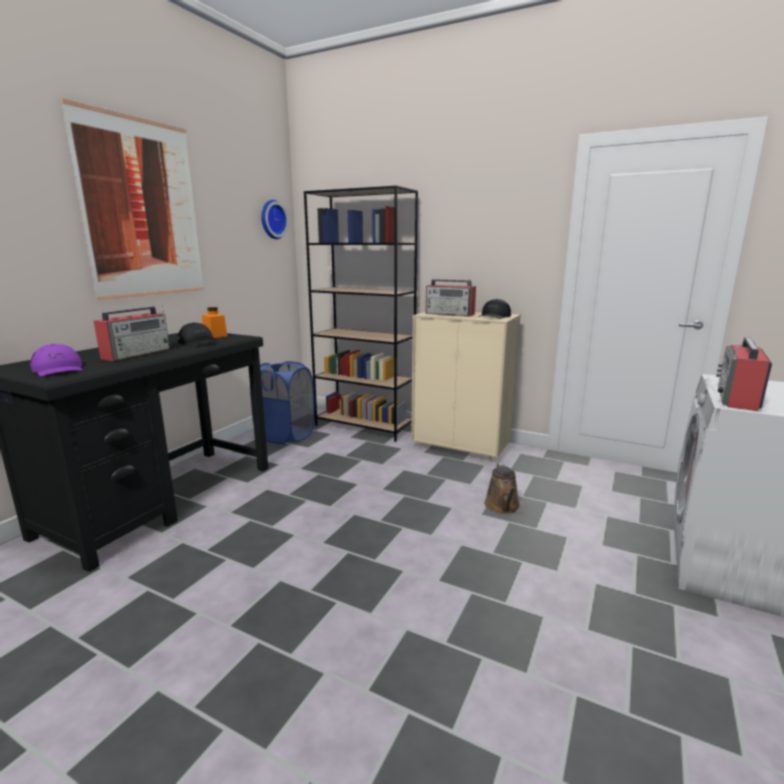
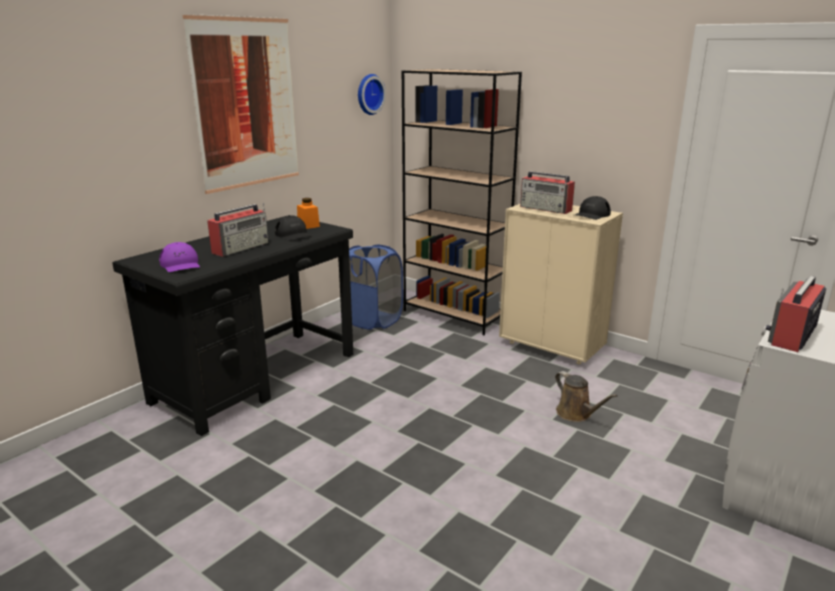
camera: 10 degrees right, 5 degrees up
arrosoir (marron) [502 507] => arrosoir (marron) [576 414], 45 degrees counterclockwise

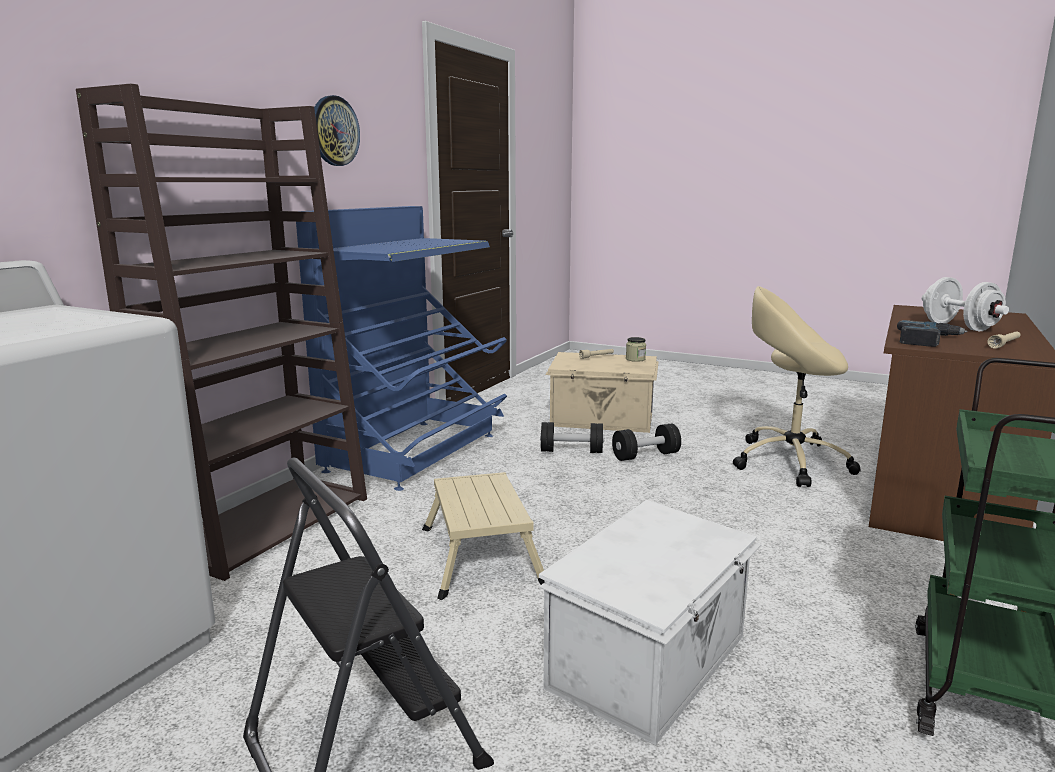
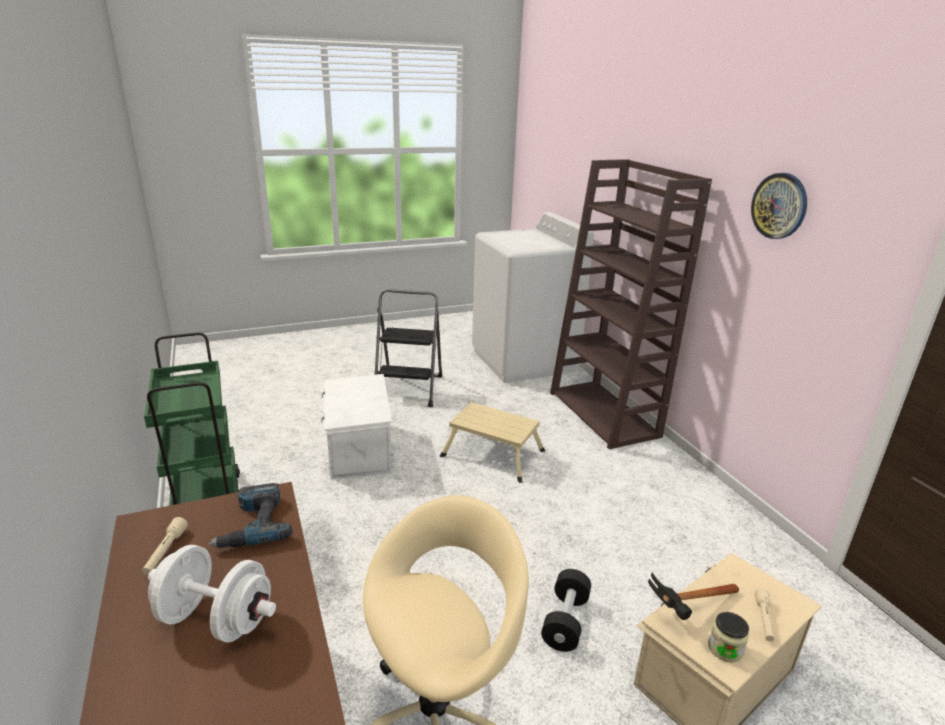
camera: 130 degrees right, 10 degrees up
étagère à chaussures (bleu) [418 453] => nothing
haltère (noir) [571 451] => nothing
nothing => marteau [687 610]

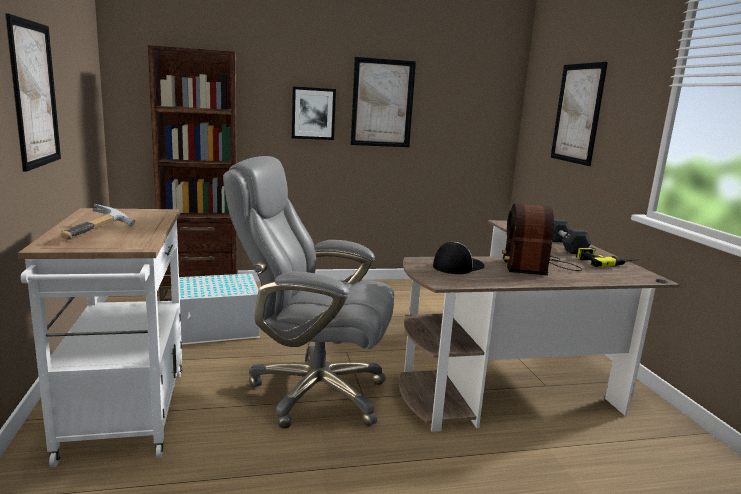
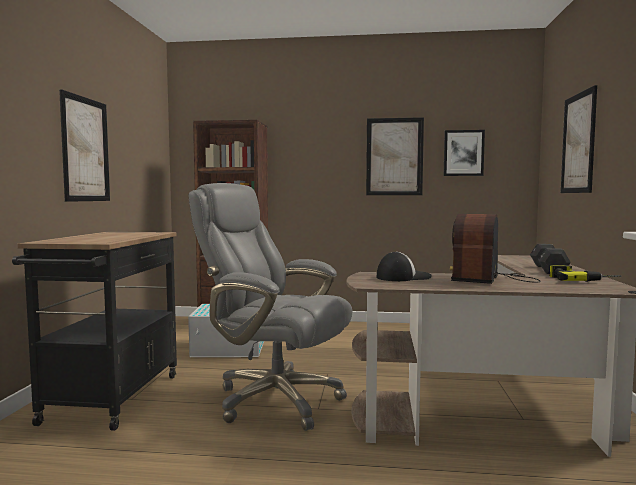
camera: 20 degrees right, 10 degrees down
tableau [313 113] => tableau [463 153], shifted
marteau [100 232] => nothing
chariot (blanc) [124 417] => chariot (noir) [110 400]

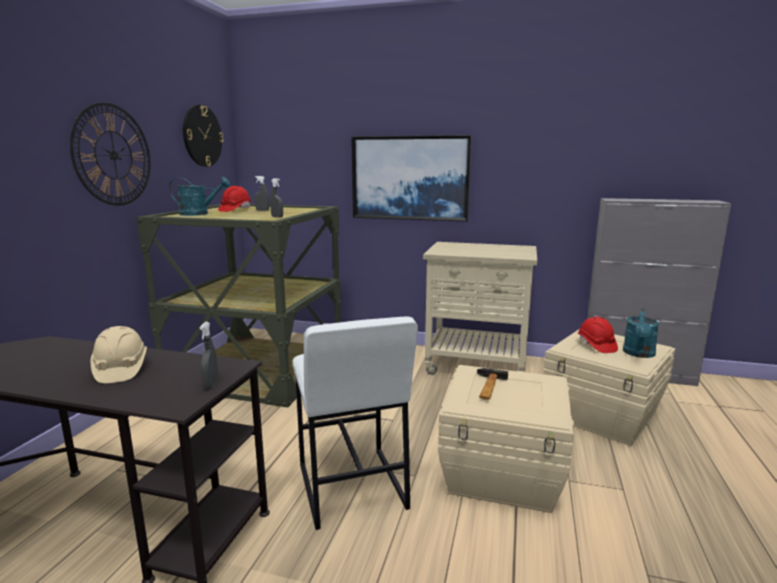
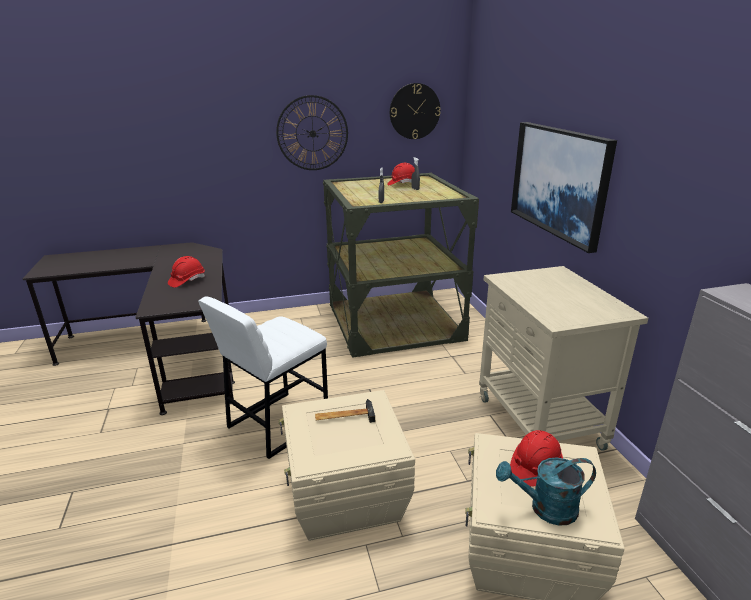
camera: 60 degrees right, 10 degrees up
arrosoir (turquoise) [199 214] => nothing
vaporisateur (gris) [211 385] => nothing
casque de chantier (beige) [120 369] => casque de chantier (rouge) [187 281]

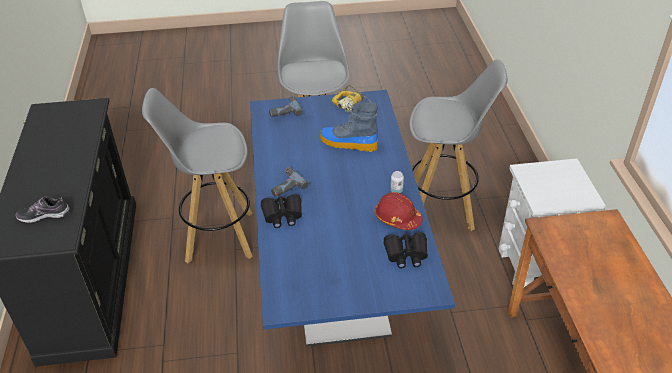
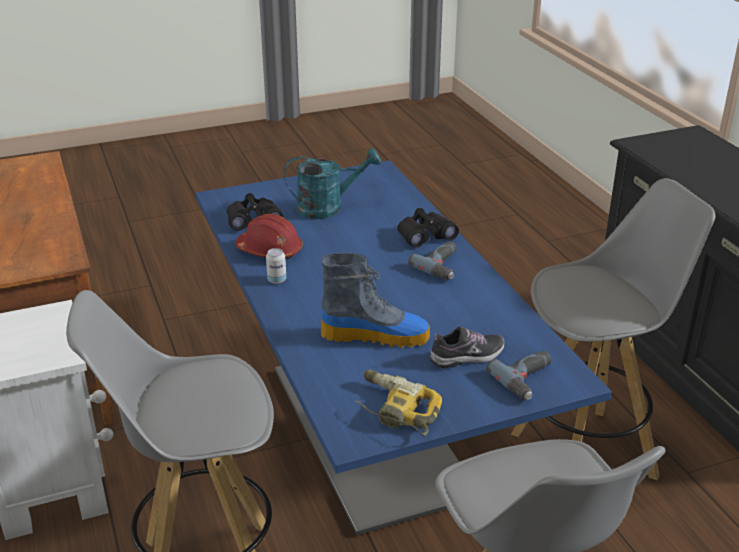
camera: 165 degrees right, 10 degrees down
chaussure [44 215] => chaussure [467 356], shifted
nothing => arrosoir (turquoise) [328 207]

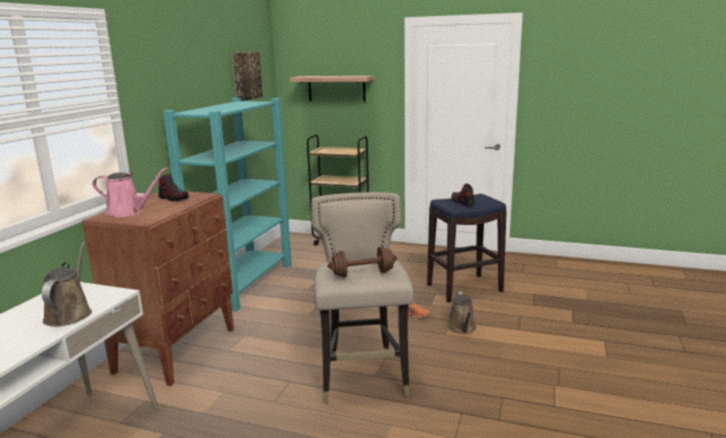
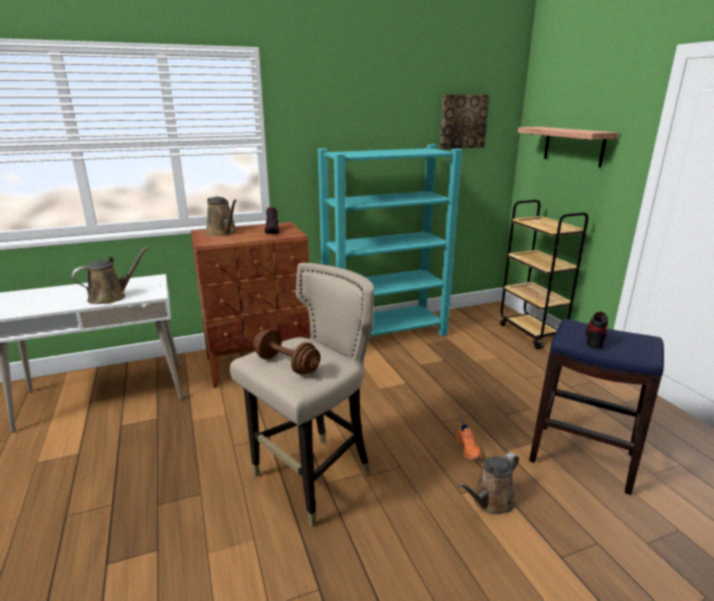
camera: 50 degrees right, 5 degrees up
arrosoir (rose) [128 212] => arrosoir (marron) [223 232]

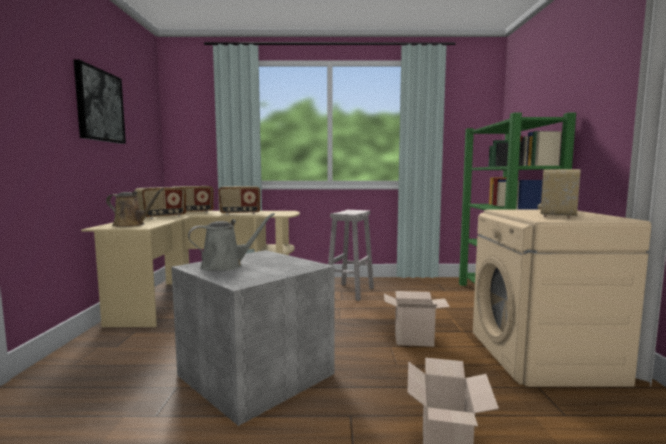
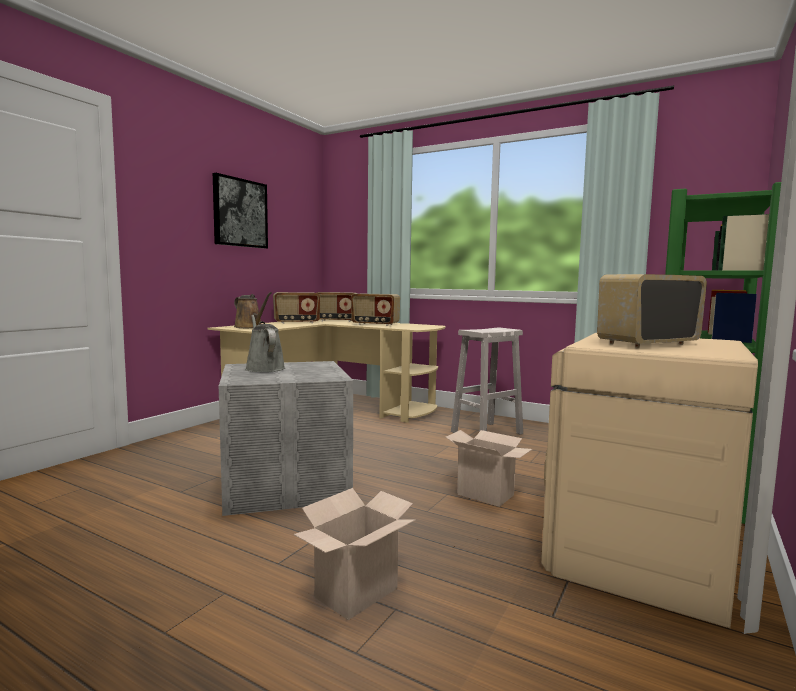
camera: 30 degrees right, 0 degrees up
arrosoir (gris) [226 265] => arrosoir (gris) [264 368], 120 degrees counterclockwise

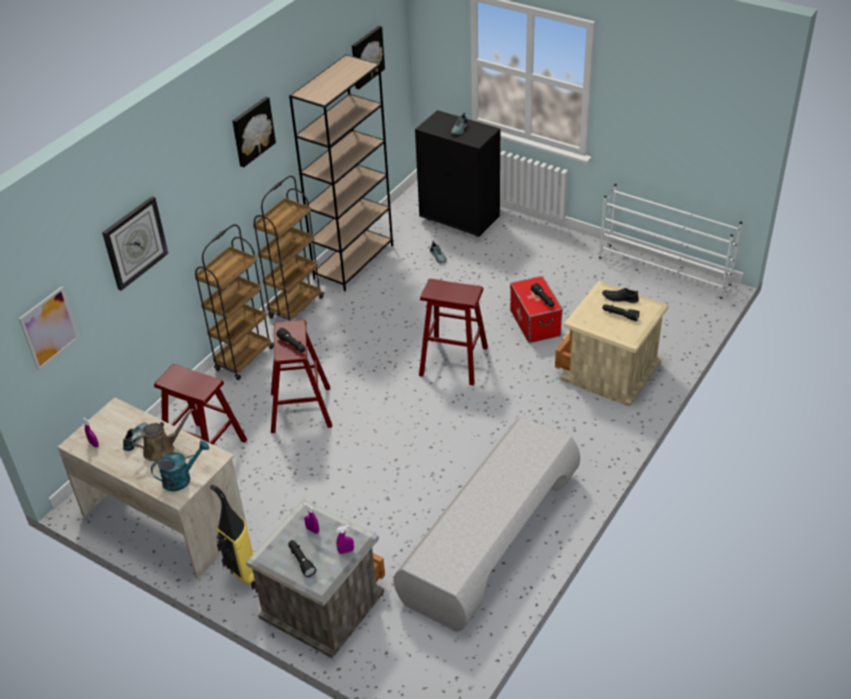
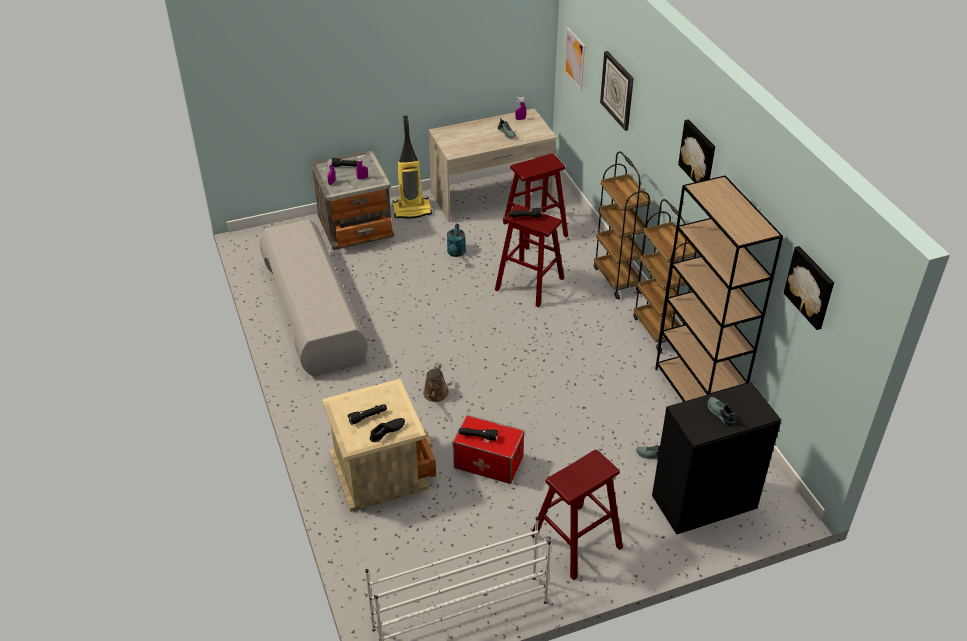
camera: 125 degrees right, 0 degrees up
tabouret (rouge) [454 361] => tabouret (rouge) [576 541], shifted
arrosoir (marron) [162 449] => arrosoir (marron) [435 395], shifted
arrosoir (turquoise) [182 478] => arrosoir (turquoise) [456 253], shifted

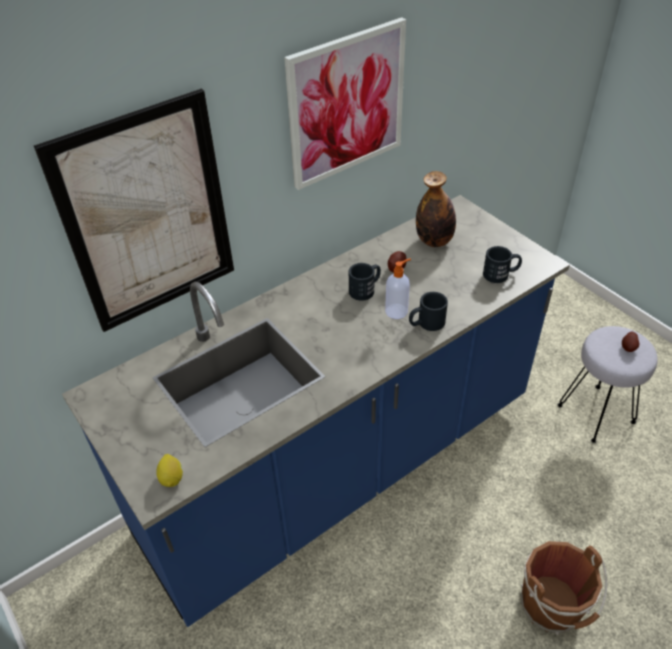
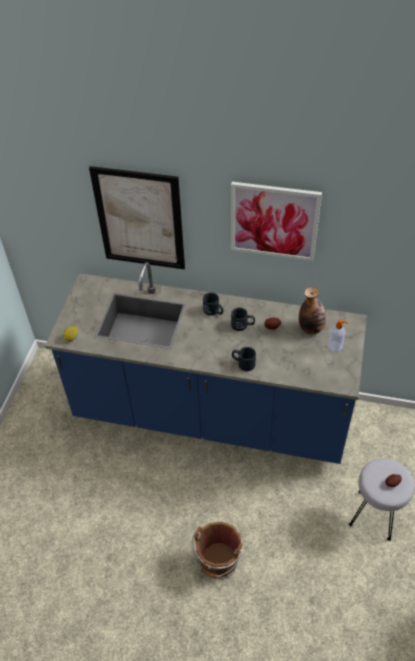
camera: 50 degrees right, 5 degrees up
mug (noir) [501 274] => mug (noir) [214 311], shifted
distributeur de savon [397 311] => distributeur de savon [335 346], shifted

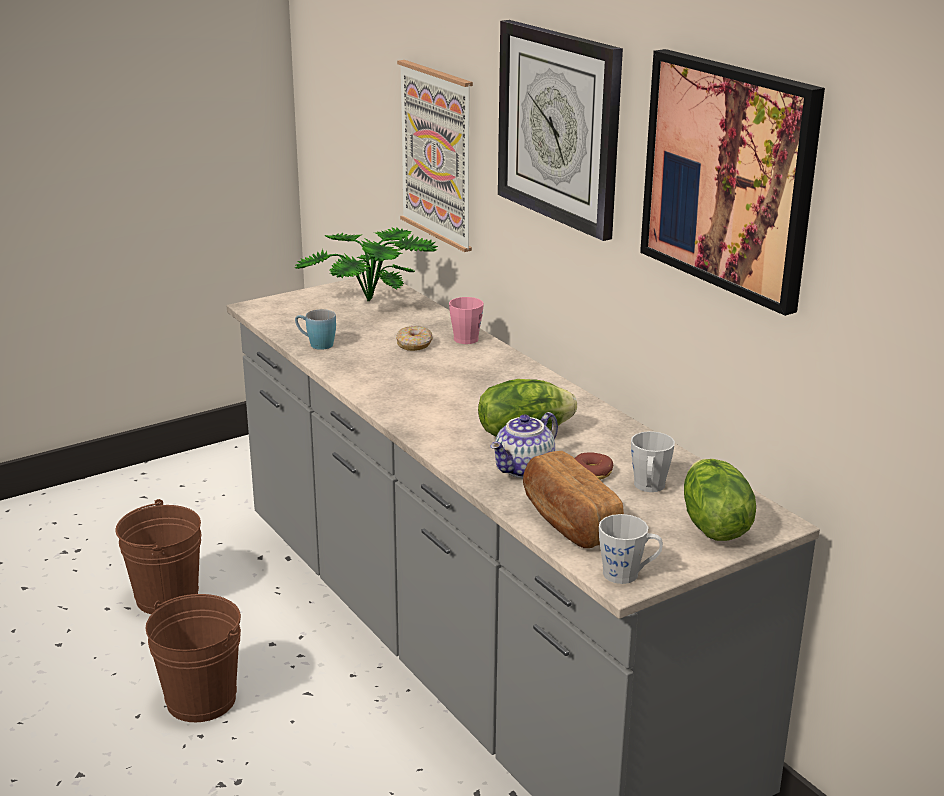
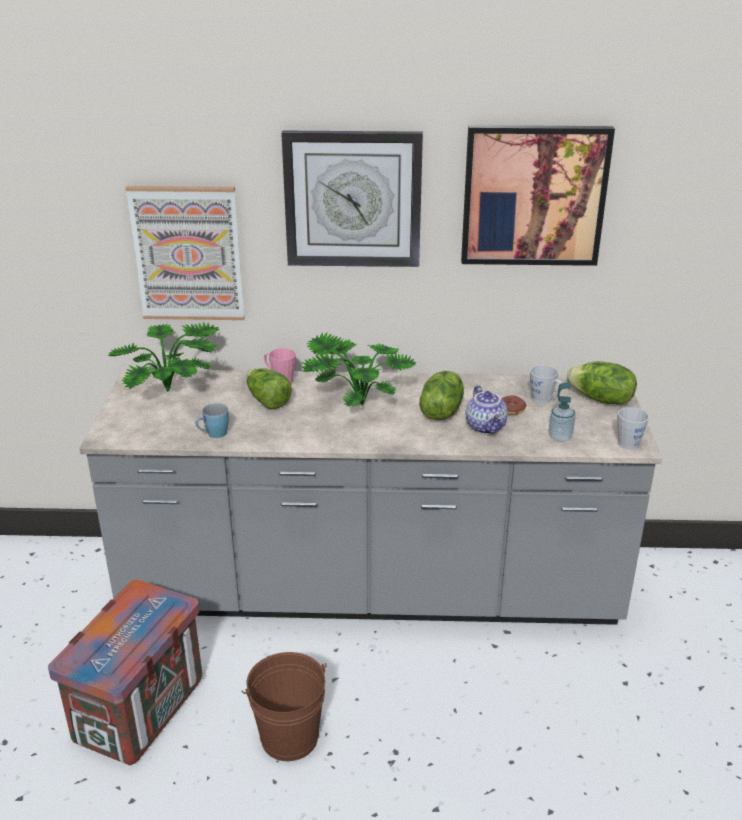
camera: 55 degrees left, 5 degrees up
beignet [414 345] => laitue [267 400]
pain [567 521] => distributeur de savon [560 437]
seau (marron) [167 597] => caisse [141 710]
nothing => plante en pot [356 402]

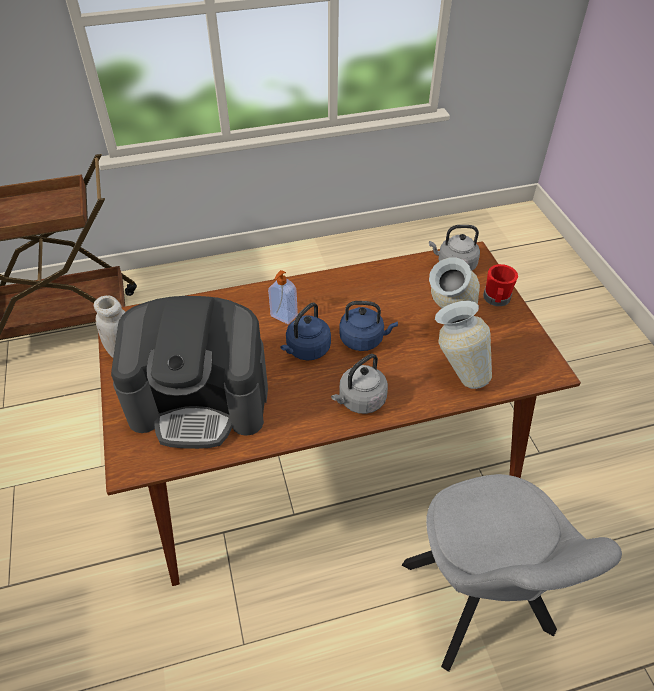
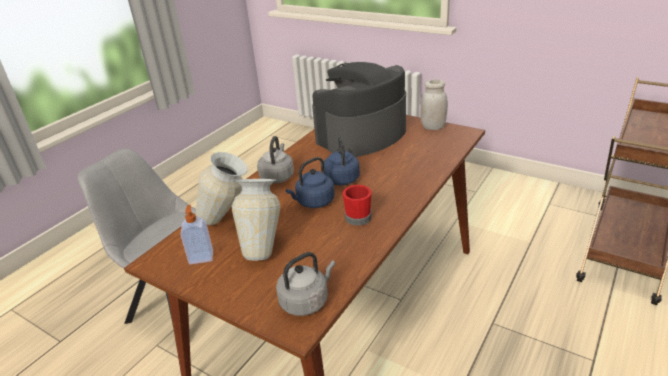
camera: 140 degrees right, 15 degrees down
mug (rouge) [496 299] => mug (rouge) [356 216], shifted
distributeur de savon [283 316] => distributeur de savon [201 257], shifted

